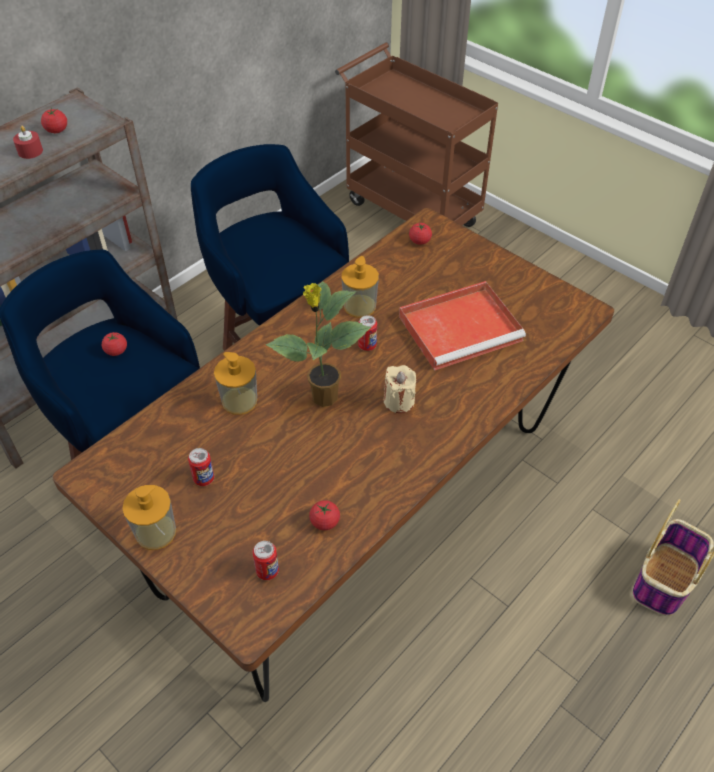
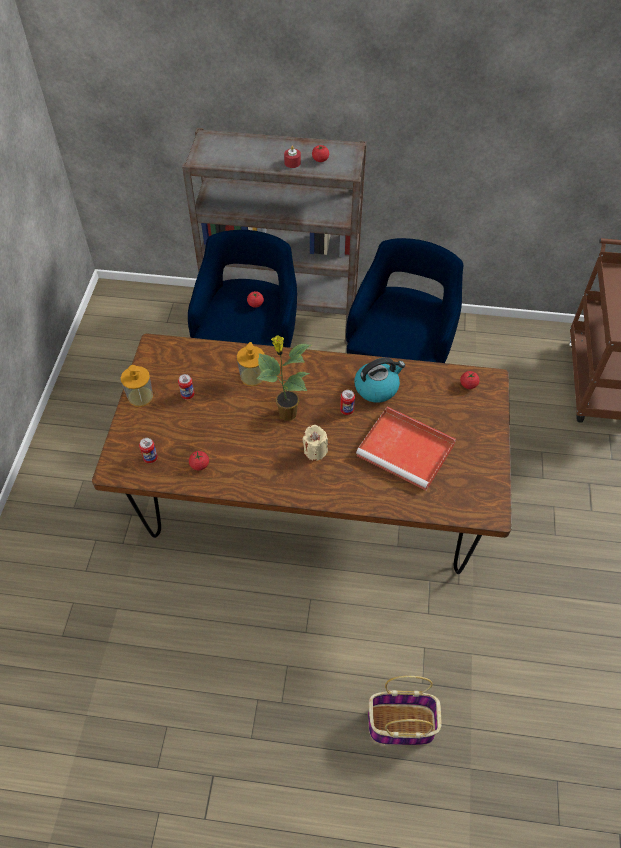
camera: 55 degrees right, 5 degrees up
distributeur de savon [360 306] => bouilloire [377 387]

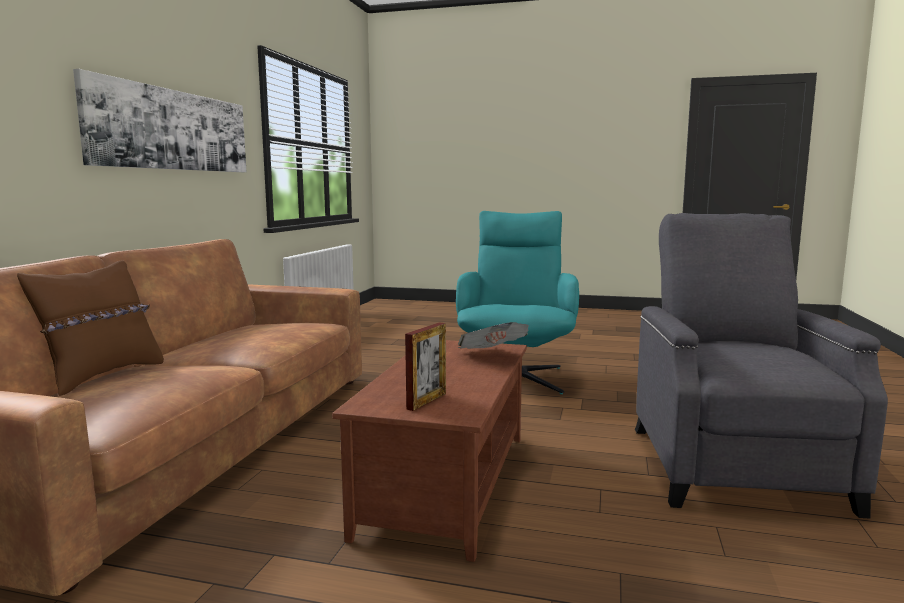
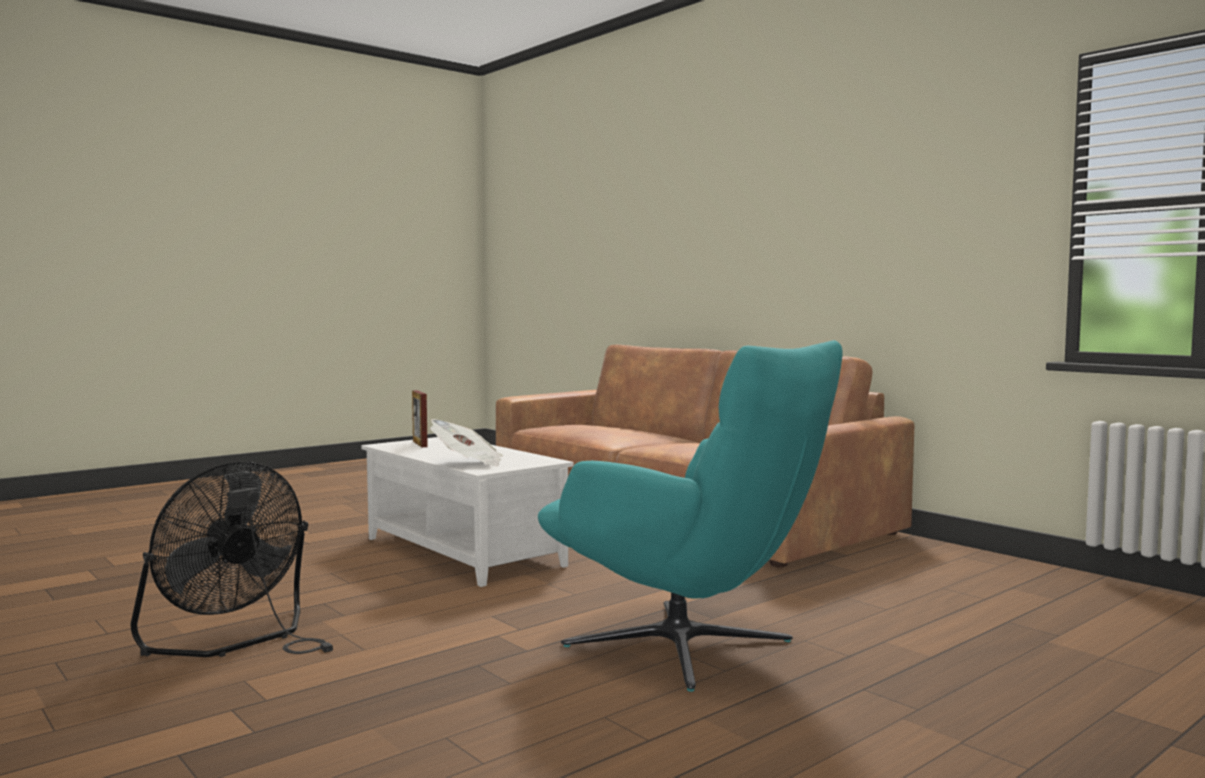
camera: 125 degrees right, 5 degrees down
tableau [173 130] => nothing
fauteuil (gris) [732 464] => ventilateur (noir) [247 639]
coussin (marron) [103 376] => nothing
table basse (marron) [445 482] => table basse (blanc) [464 551]

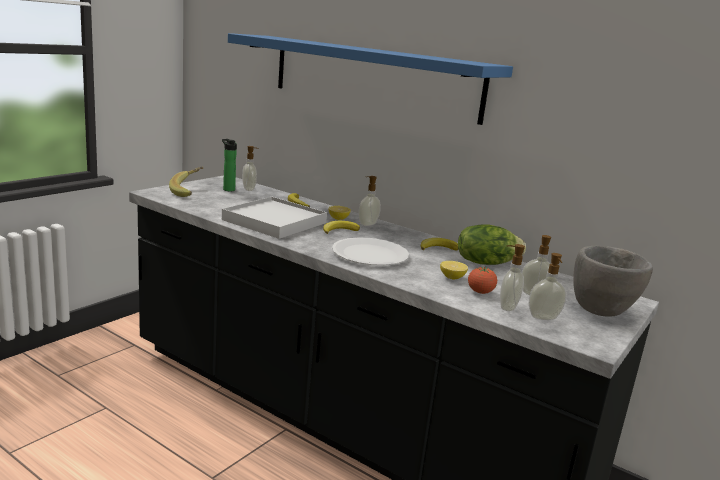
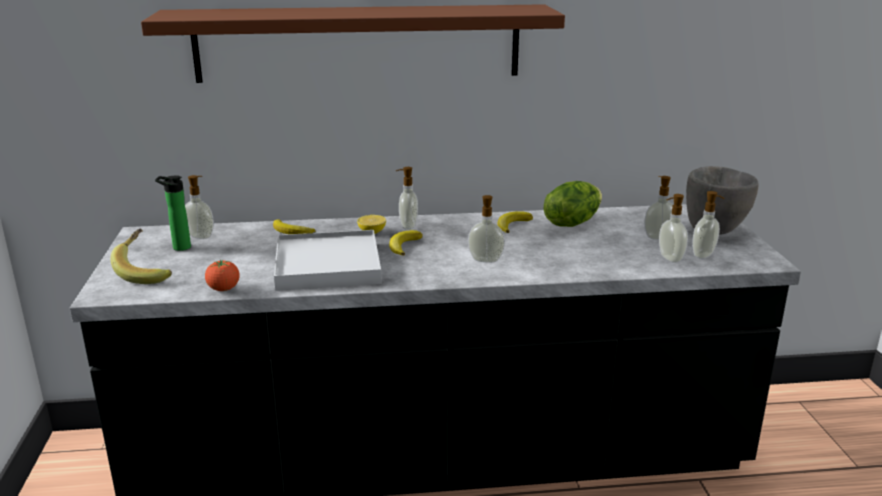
camera: 40 degrees left, 5 degrees up
étagère (bleu) [373 77] => étagère (marron) [358 43]
assiette (blanc) [369 254] => distributeur de savon [486 259]
citron [452 277] => nothing
tomate [480 292] => tomate [223 289], shifted

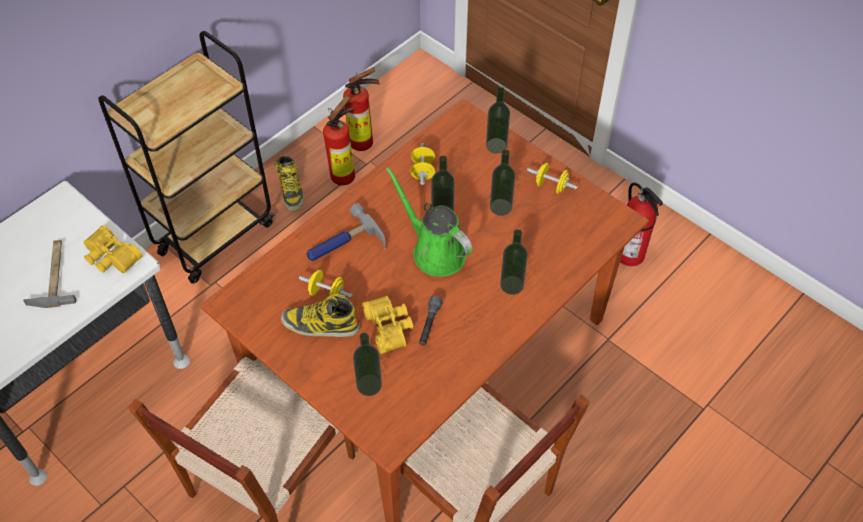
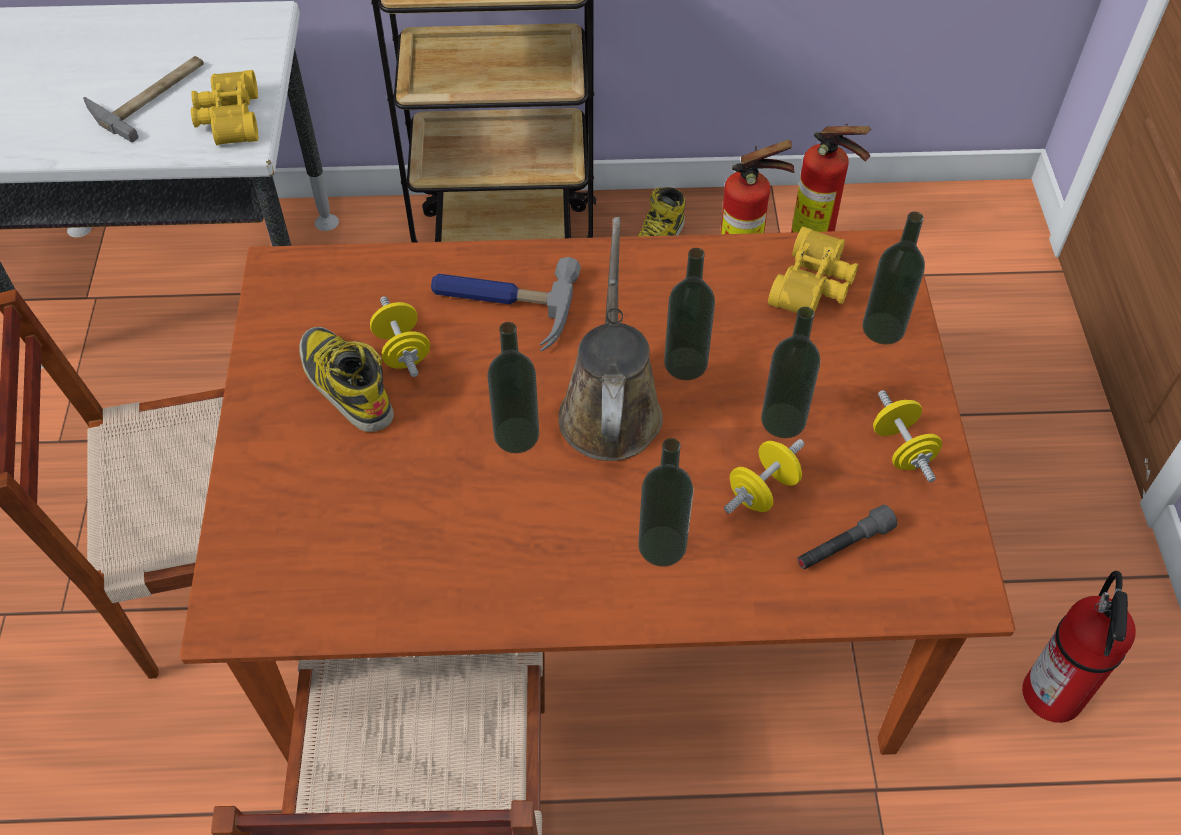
camera: 45 degrees right, 0 degrees up
haltère (jaune) [423 171] => haltère (jaune) [762 490], shifted
arrosoir (vert) [435 251] => arrosoir (marron) [610 407]
lampe de poche (gris) [429 325] => lampe de poche (gris) [843 546], shifted
jumelles (jaune) [390 327] => jumelles (jaune) [815 286], shifted
bouteille [369 385] => bouteille [516 435], shifted

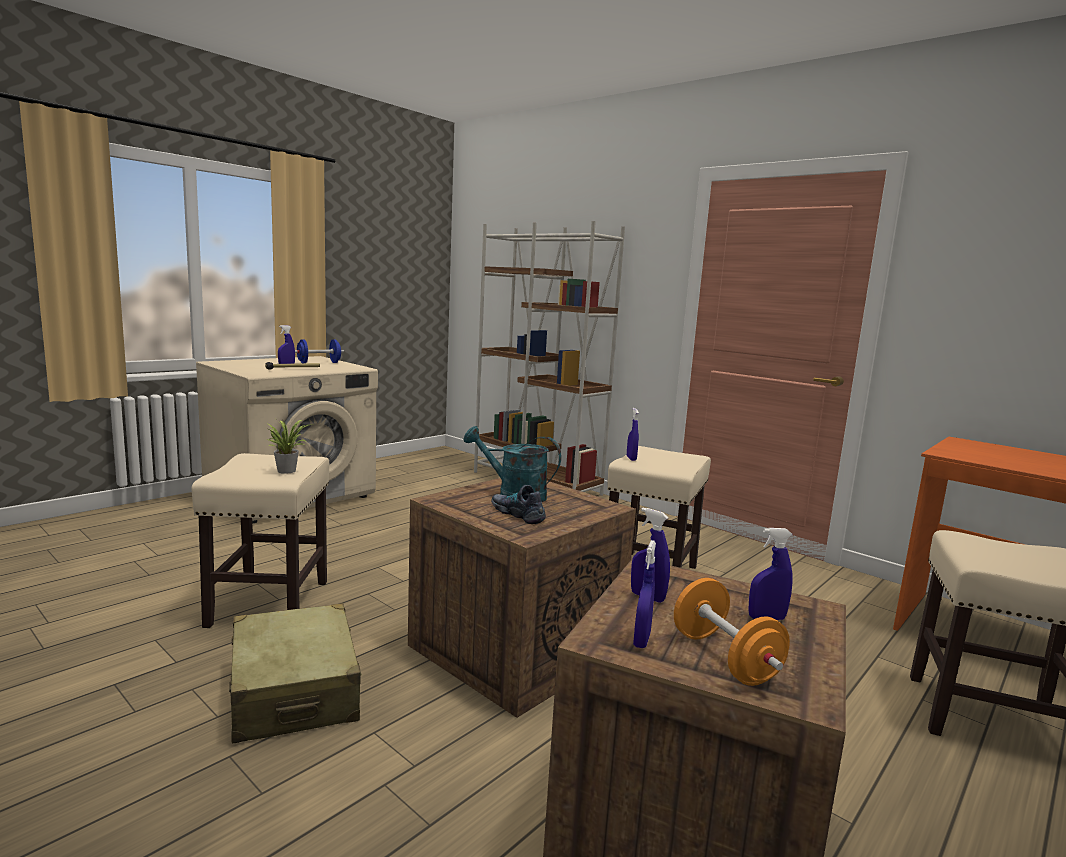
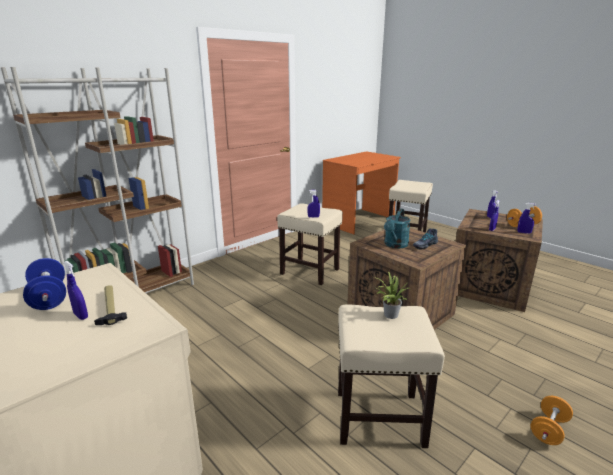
camera: 85 degrees left, 10 degrees up
valise (beige) [294 691] => nothing
nothing => haltère (orange) [548 430]

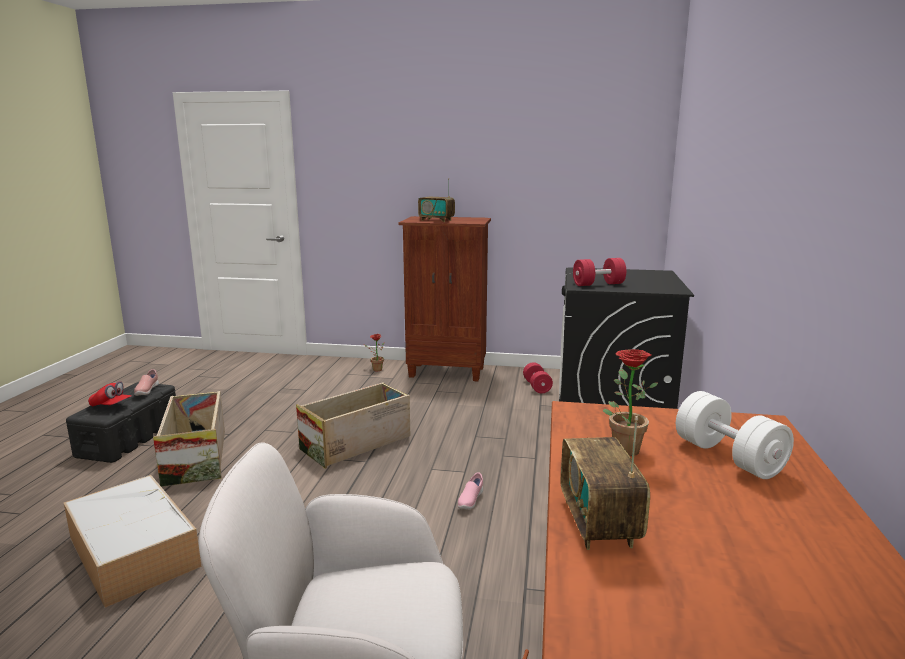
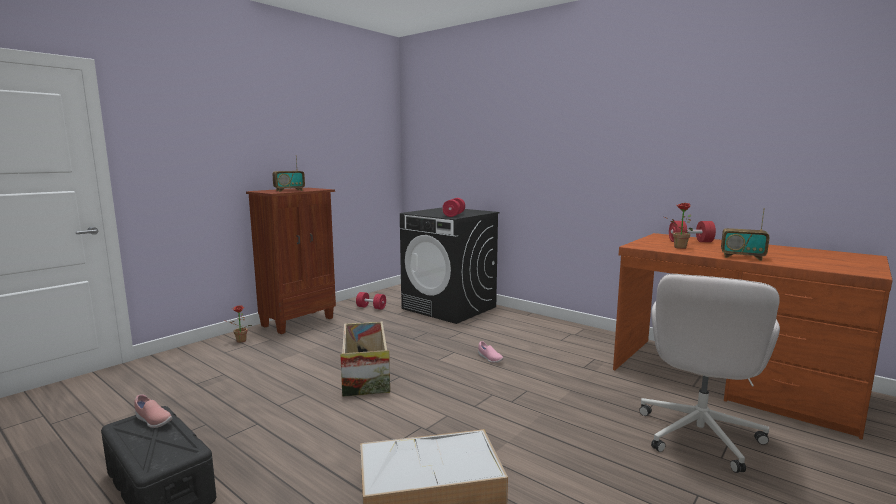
camera: 60 degrees left, 5 degrees down
casquette (rouge) [111 406] => nothing
caisse [196 456] => nothing
haltère (blanc) [728 457] => haltère (rouge) [690 242]

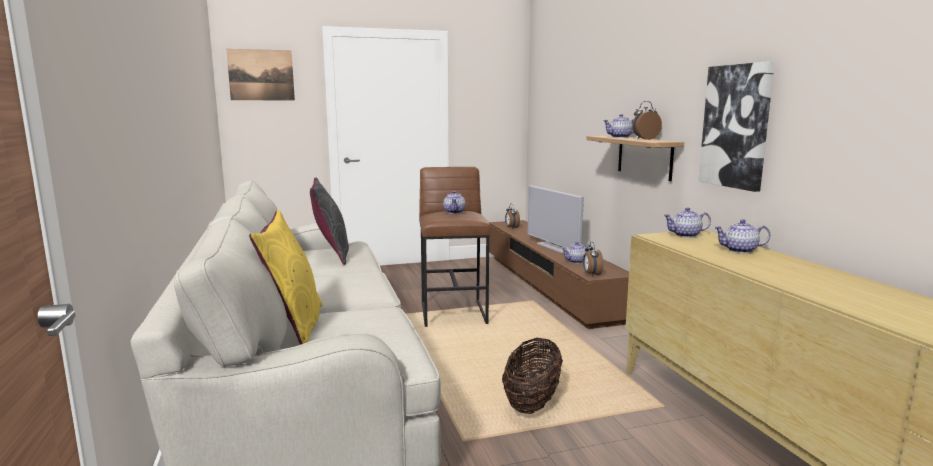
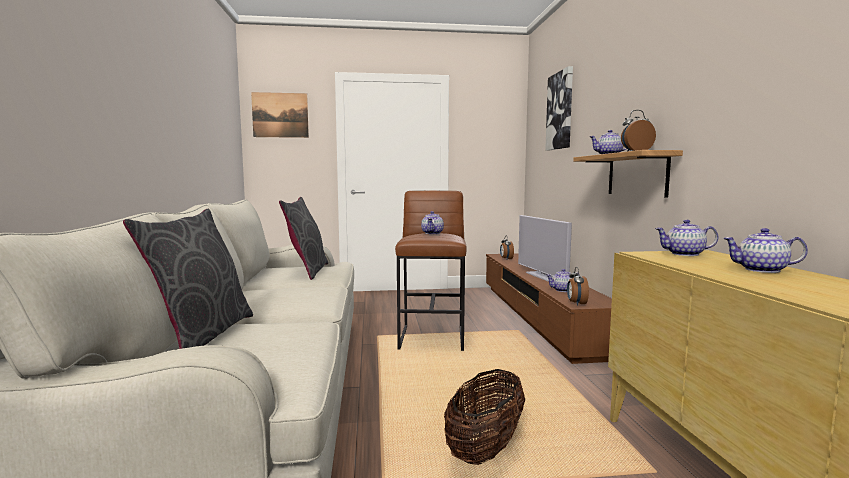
camera: 10 degrees right, 5 degrees down
tableau [736 126] => tableau [560 111], shifted
coussin (jaune) [294 326] => coussin (gris) [202 335]

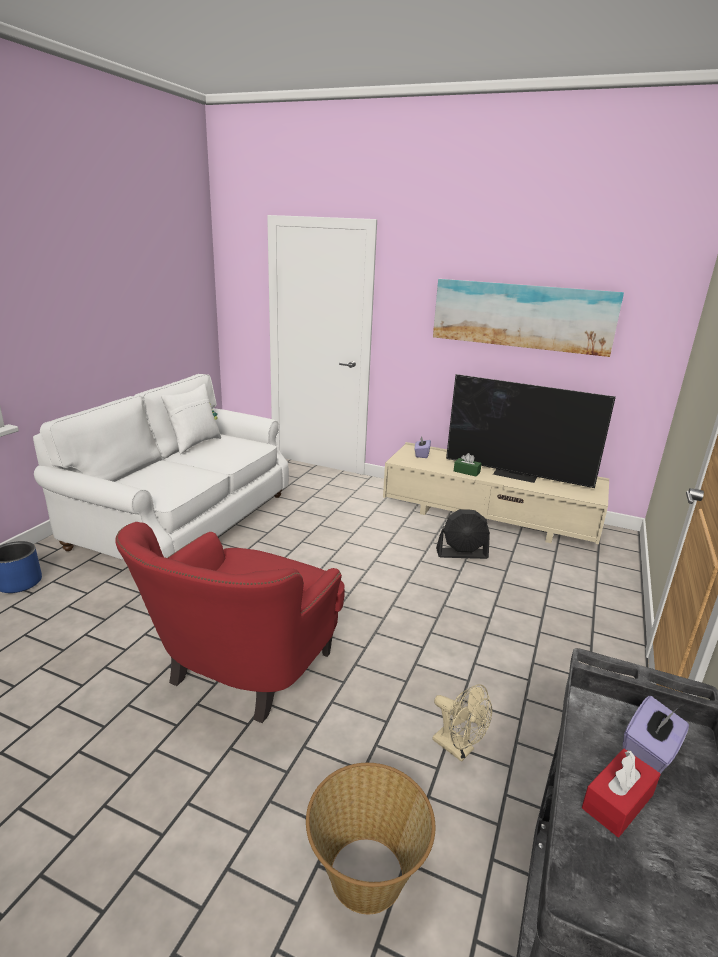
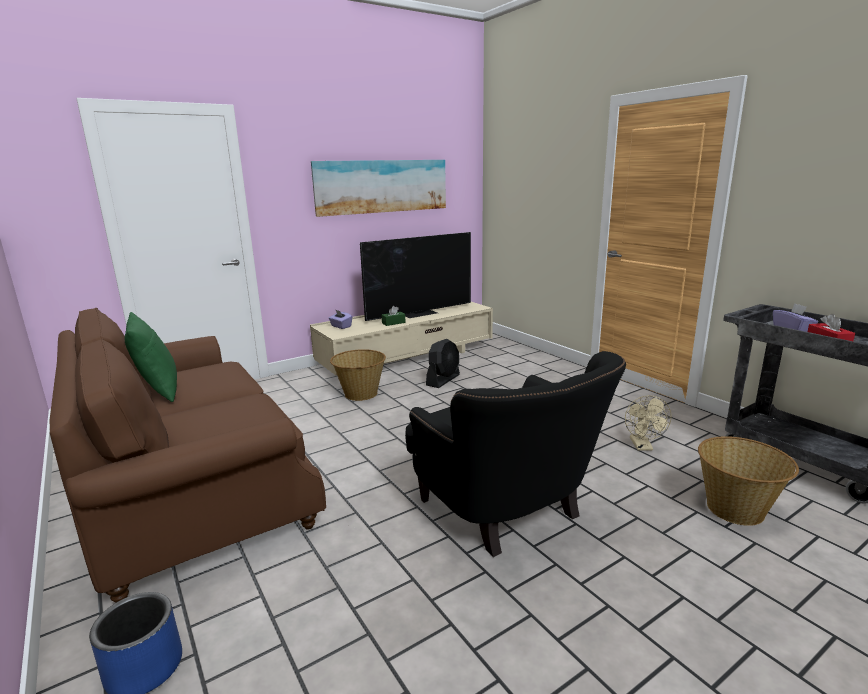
camera: 55 degrees left, 5 degrees down
canapé (blanc) [182 521] => canapé (marron) [193 489]
coussin (blanc) [195 444] => coussin (vert) [159 391]
fauteuil (rouge) [244 670] => fauteuil (noir) [506 510]
ventilateur (beige) [458 749] => ventilateur (beige) [642 446], 105 degrees clockwise
nothing => panier [360 394]

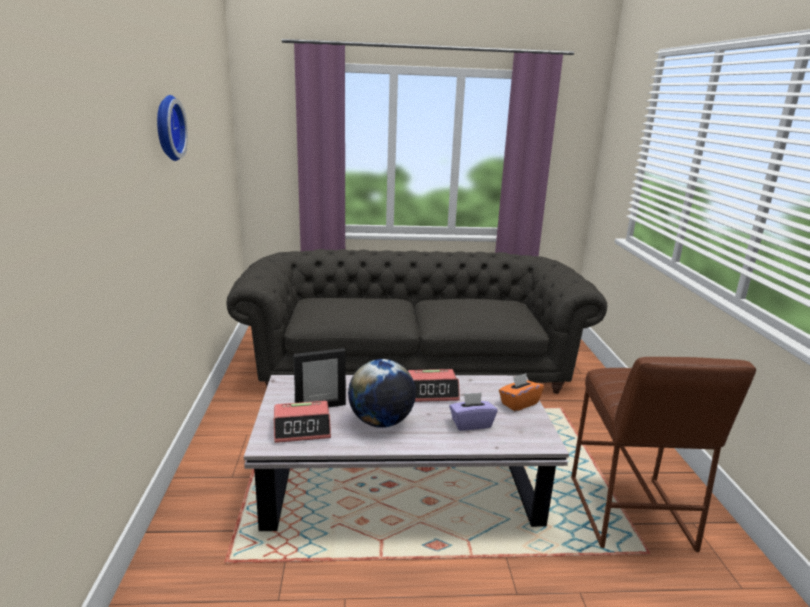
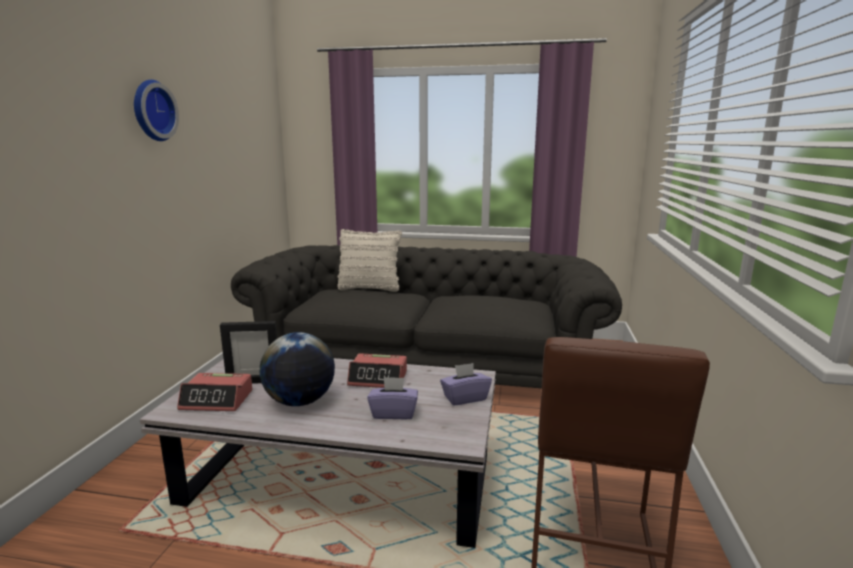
camera: 15 degrees right, 5 degrees down
boîte à mouchoirs (orange) [519 403] => boîte à mouchoirs (violet) [465 398]
nothing => coussin (beige) [370 288]

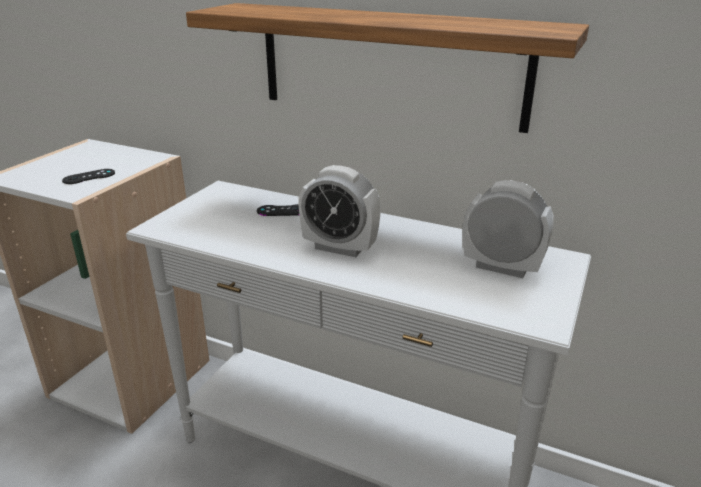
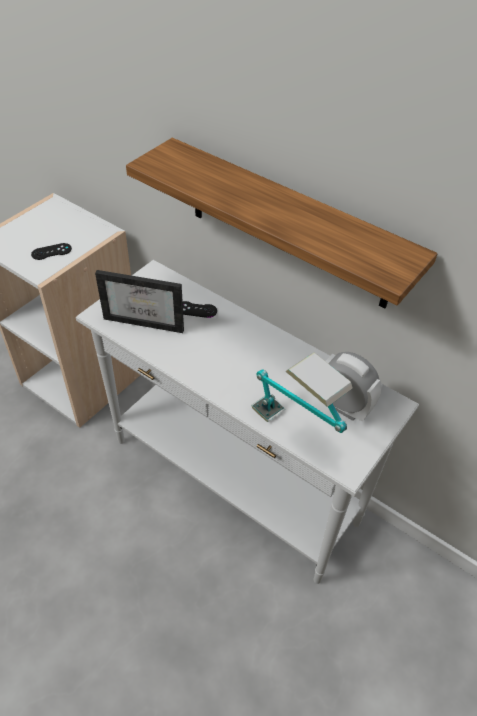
camera: 10 degrees right, 20 degrees up
réveil [339 248] => nothing
nothing => cadre photo [147 319]
nothing => lampe de table [294 433]

